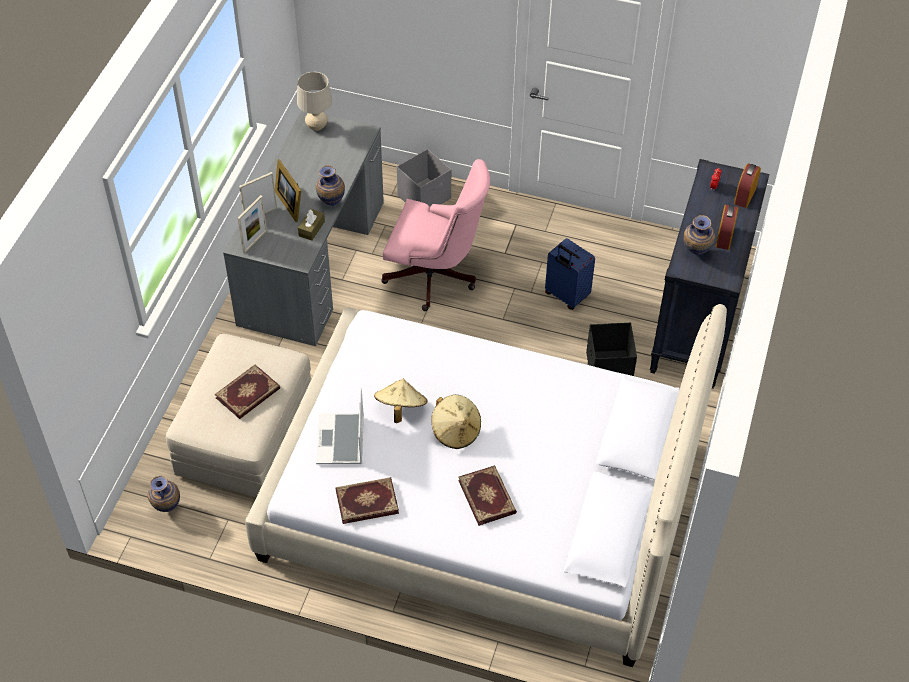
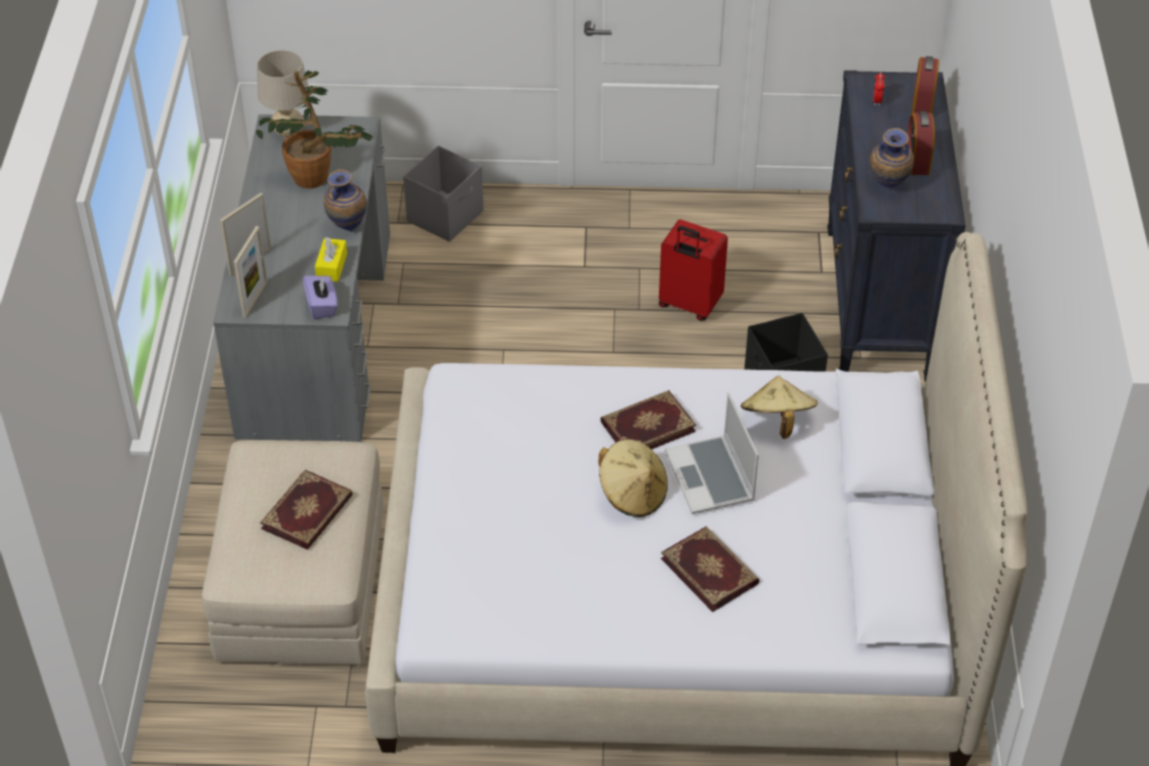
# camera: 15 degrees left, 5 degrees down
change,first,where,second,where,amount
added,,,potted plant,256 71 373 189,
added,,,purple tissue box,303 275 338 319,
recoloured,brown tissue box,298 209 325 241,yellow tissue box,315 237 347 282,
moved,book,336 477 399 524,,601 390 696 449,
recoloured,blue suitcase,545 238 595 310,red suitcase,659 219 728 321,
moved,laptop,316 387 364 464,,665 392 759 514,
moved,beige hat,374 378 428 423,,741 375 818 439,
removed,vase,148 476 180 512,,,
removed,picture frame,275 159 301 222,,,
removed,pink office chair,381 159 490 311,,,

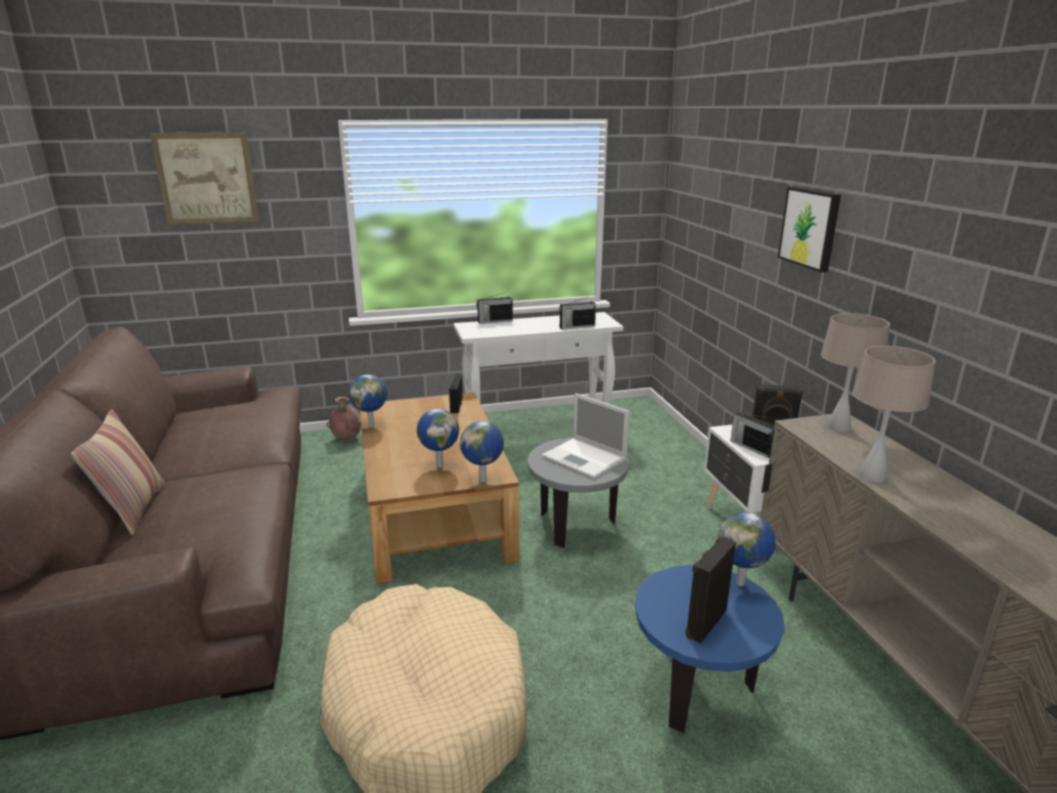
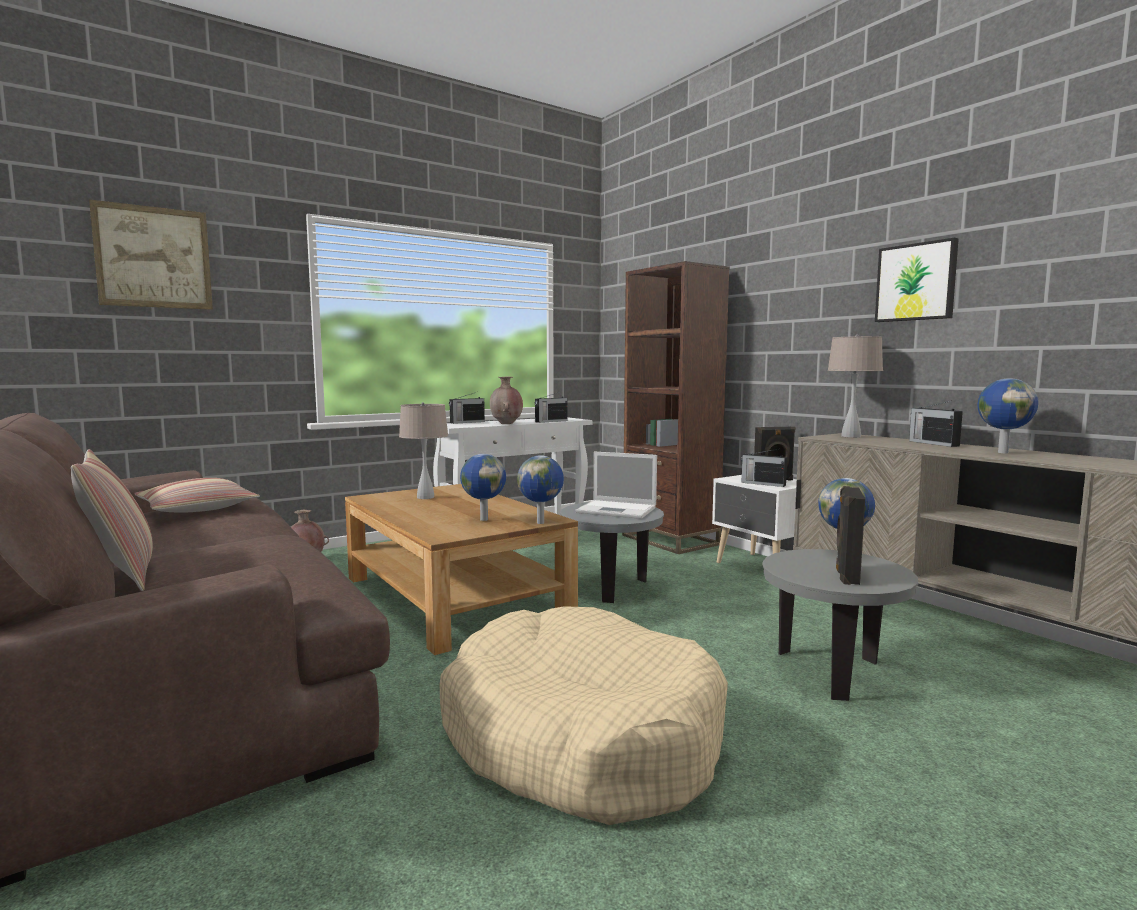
# camera: 20 degrees left, 15 degrees down
change,first,where,second,where,amount
added,,,pillow,134 478 260 513,
moved,beige table lamp,853 346 935 482,,399 402 448 499,
added,,,brown vase,490 377 523 424,
added,,,brown bookcase,622 261 730 554,
recoloured,blue side table,635 565 785 733,grey side table,762 549 918 701,
moved,picture,778 187 841 272,,875 238 959 322,
moved,radio,449 374 463 413,,909 400 963 447,
moved,globe,349 375 387 427,,978 378 1039 453,

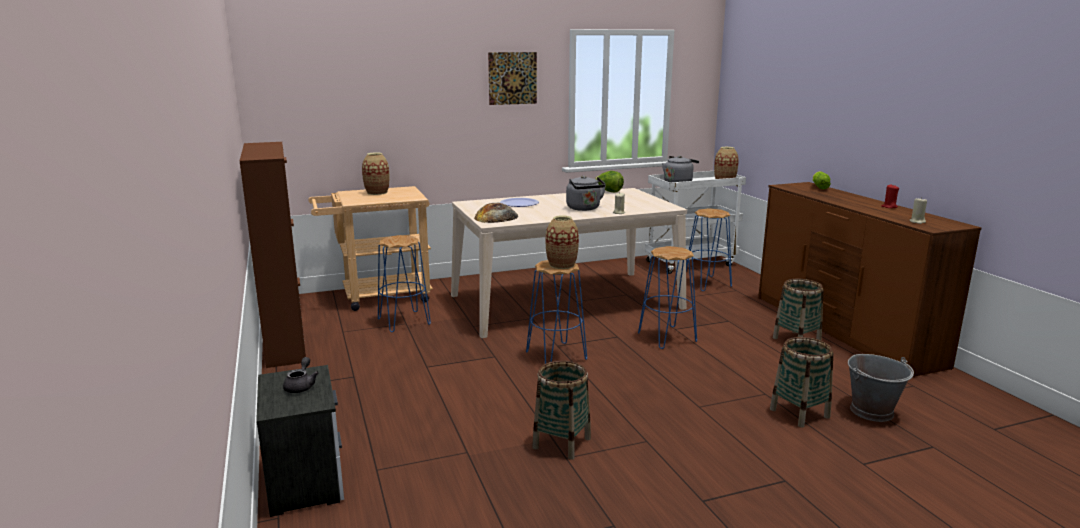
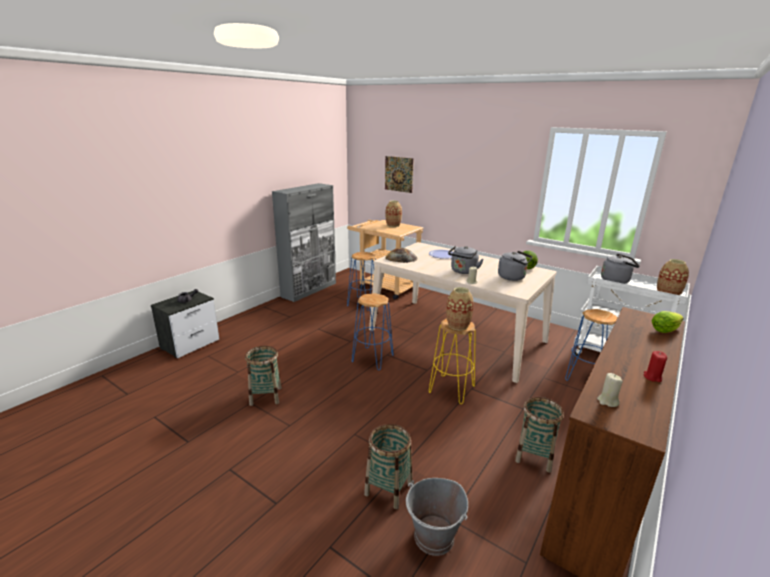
# camera: 55 degrees right, 5 degrees up
change,first,where,second,where,amount
recoloured,brown cabinet,240 142 306 368,grey cabinet,272 183 336 302,
moved,picture,488 52 537 105,,385 156 414 193,
recoloured,blue stool,638 246 697 349,yellow stool,429 318 476 404,
moved,vase,546 215 579 269,,446 287 474 330,
added,,,grey kettle,498 251 533 281,

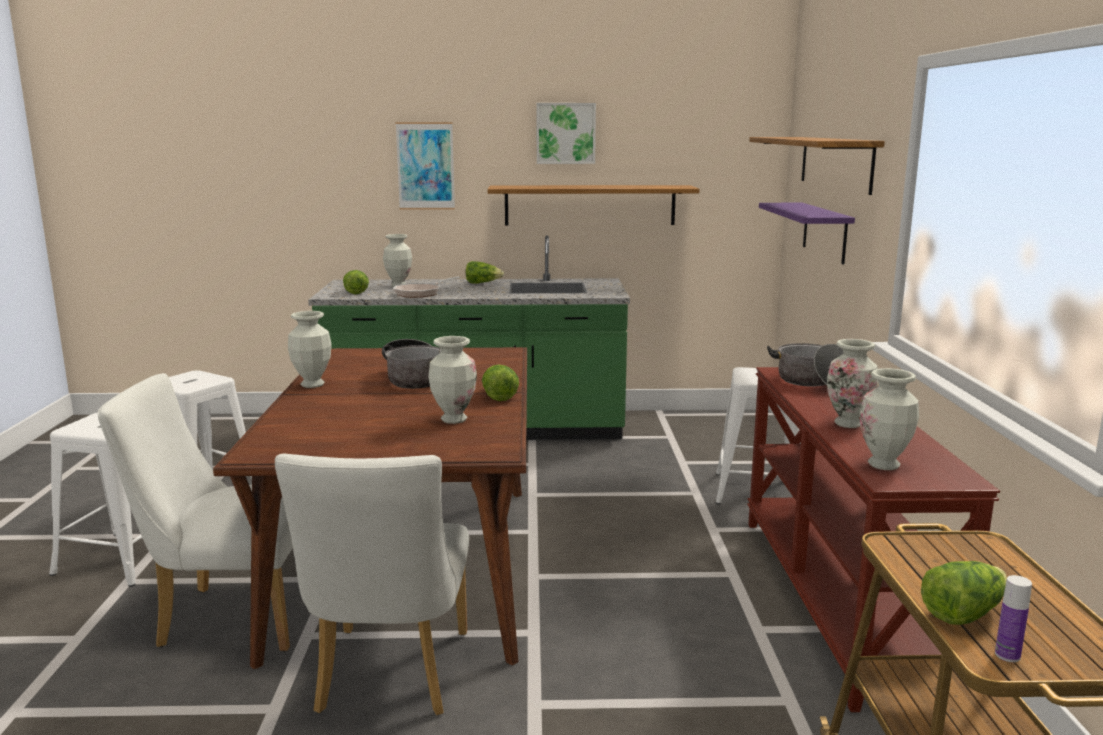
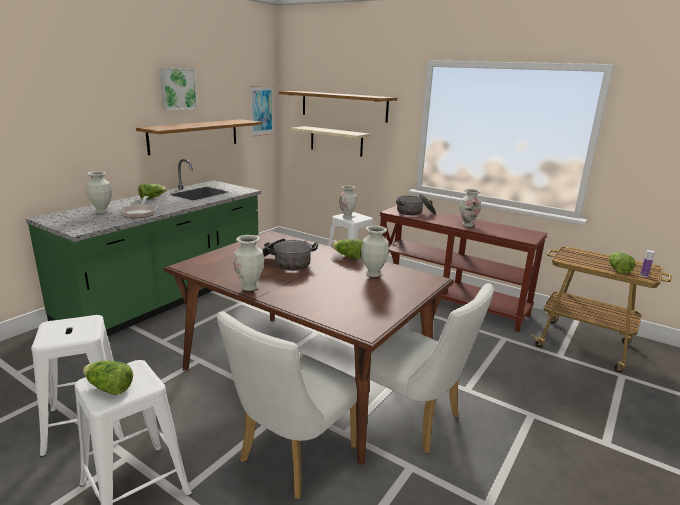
# camera: 55 degrees left, 5 degrees up
change,first,where,second,where,amount
moved,lettuce,343 270 369 294,,83 361 133 395,
moved,picture,396 122 455 210,,250 86 274 137,
recoloured,purple shelf,759 203 855 265,beige shelf,291 126 371 157,
moved,vase,860 368 919 470,,339 186 357 218,

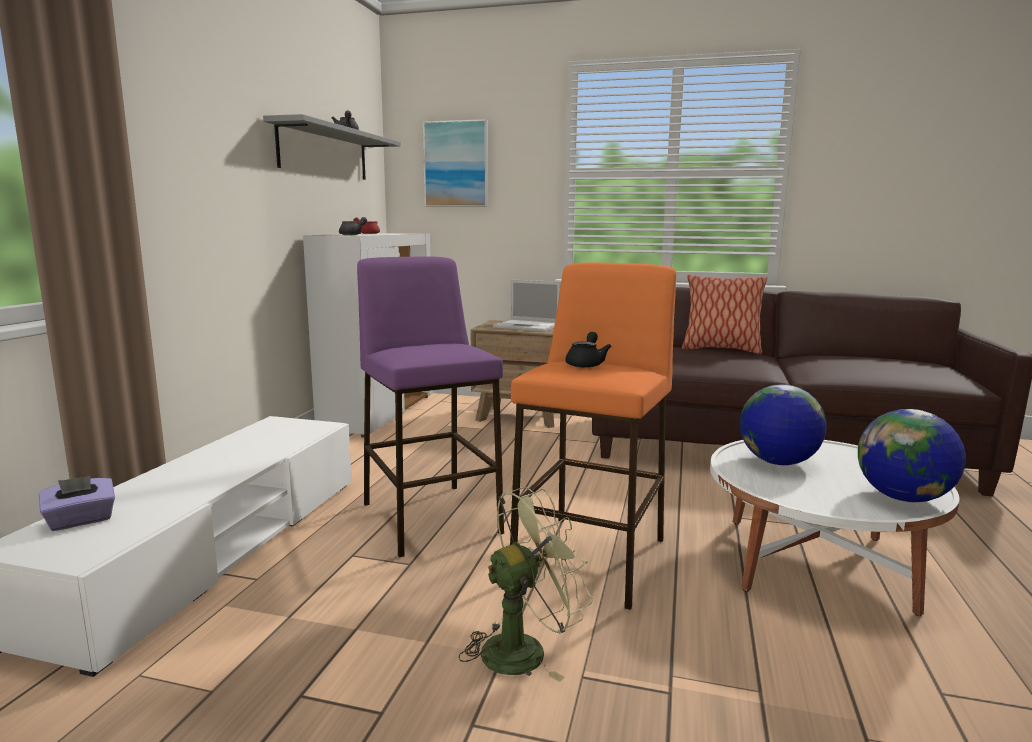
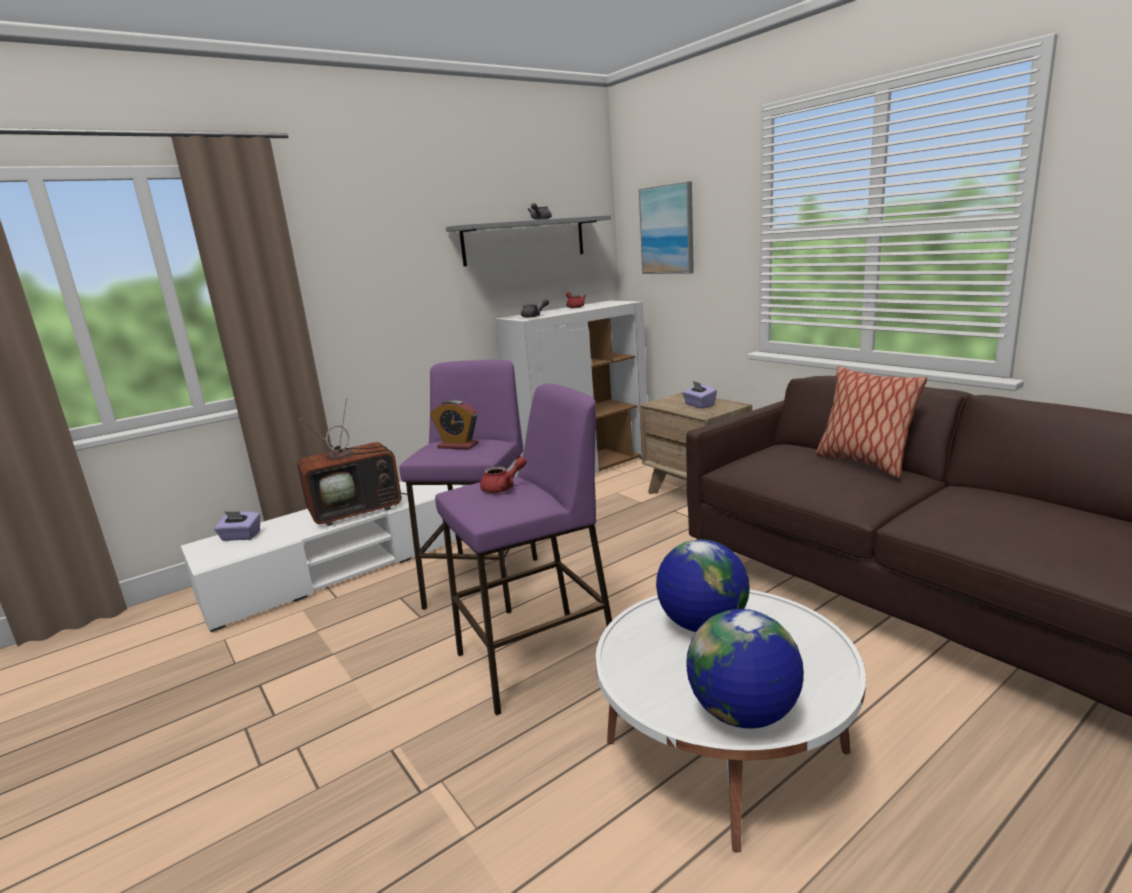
# camera: 40 degrees right, 5 degrees up
change,first,where,second,where,amount
added,,,television,297 398 408 526,
added,,,alarm clock,430 399 478 450,
recoloured,orange stool,510 262 676 610,purple stool,435 383 612 716,
recoloured,black teapot,566 332 612 368,red teapot,480 457 527 493,
replaced,laptop,493 279 561 332,purple tissue box,682 381 717 409,
removed,green fan,459 487 593 682,,,

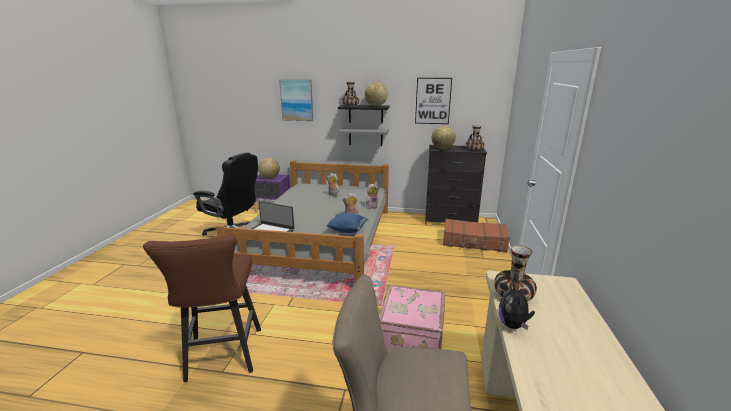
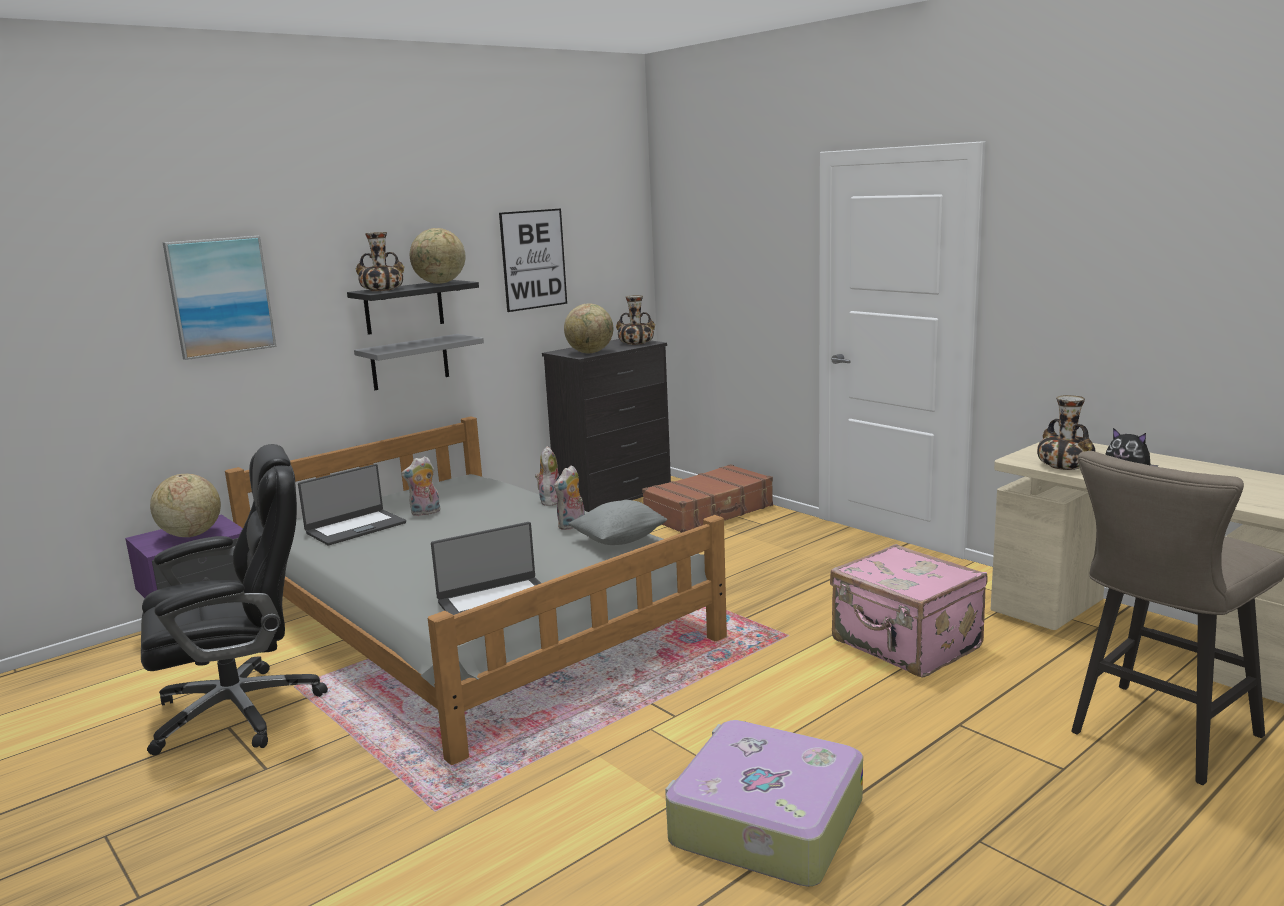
# camera: 50 degrees left, 5 degrees down
change,first,where,second,where,amount
added,,,laptop,298 464 406 546,
recoloured,blue pillow,326 213 369 233,grey pillow,568 500 667 545,
replaced,brown stool,143 234 261 382,suitcase,665 720 863 887,

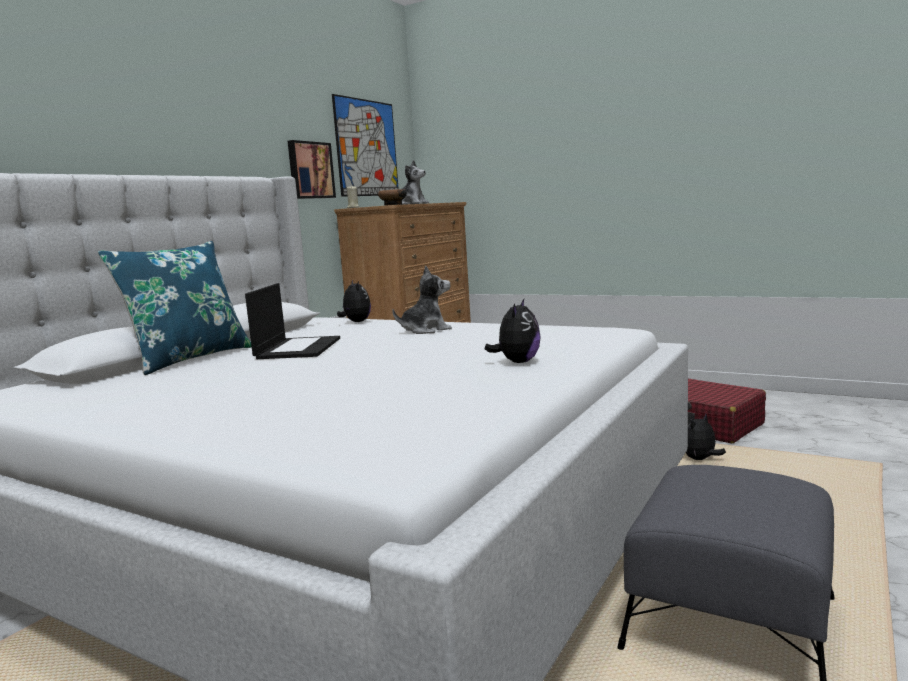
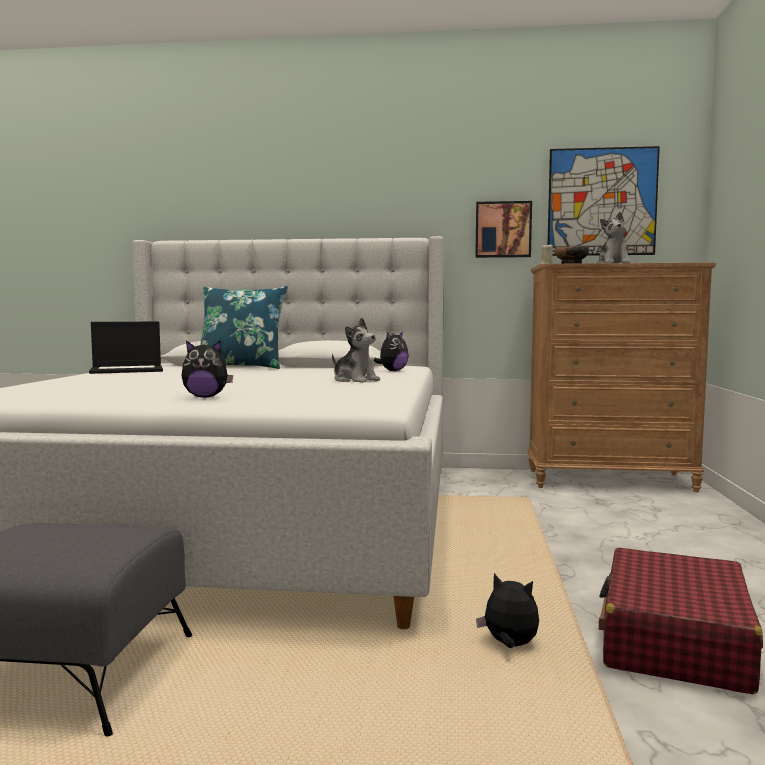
# camera: 65 degrees right, 5 degrees down
change,first,where,second,where,amount
moved,laptop,245 283 340 359,,89 322 163 374,

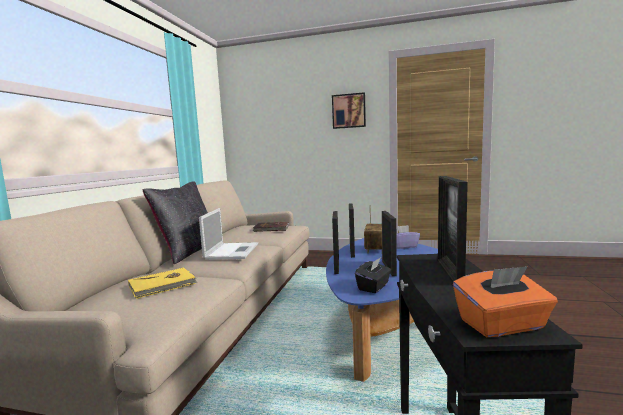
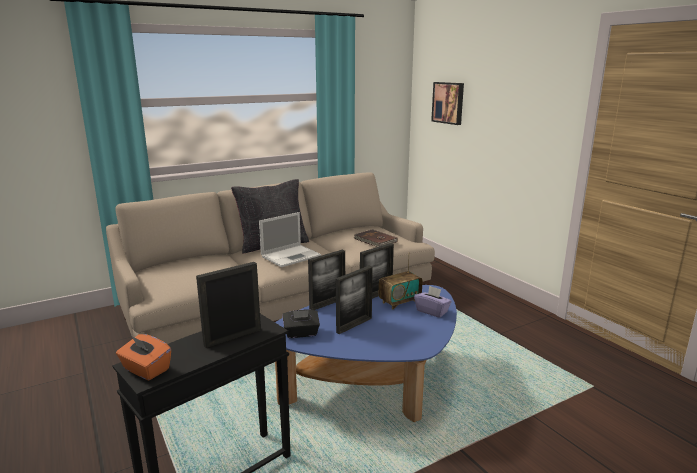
# camera: 45 degrees right, 10 degrees up
change,first,where,second,where,amount
moved,picture,332 92 366 129,,431 82 464 125,
removed,yellow book,128 268 197 299,,,

